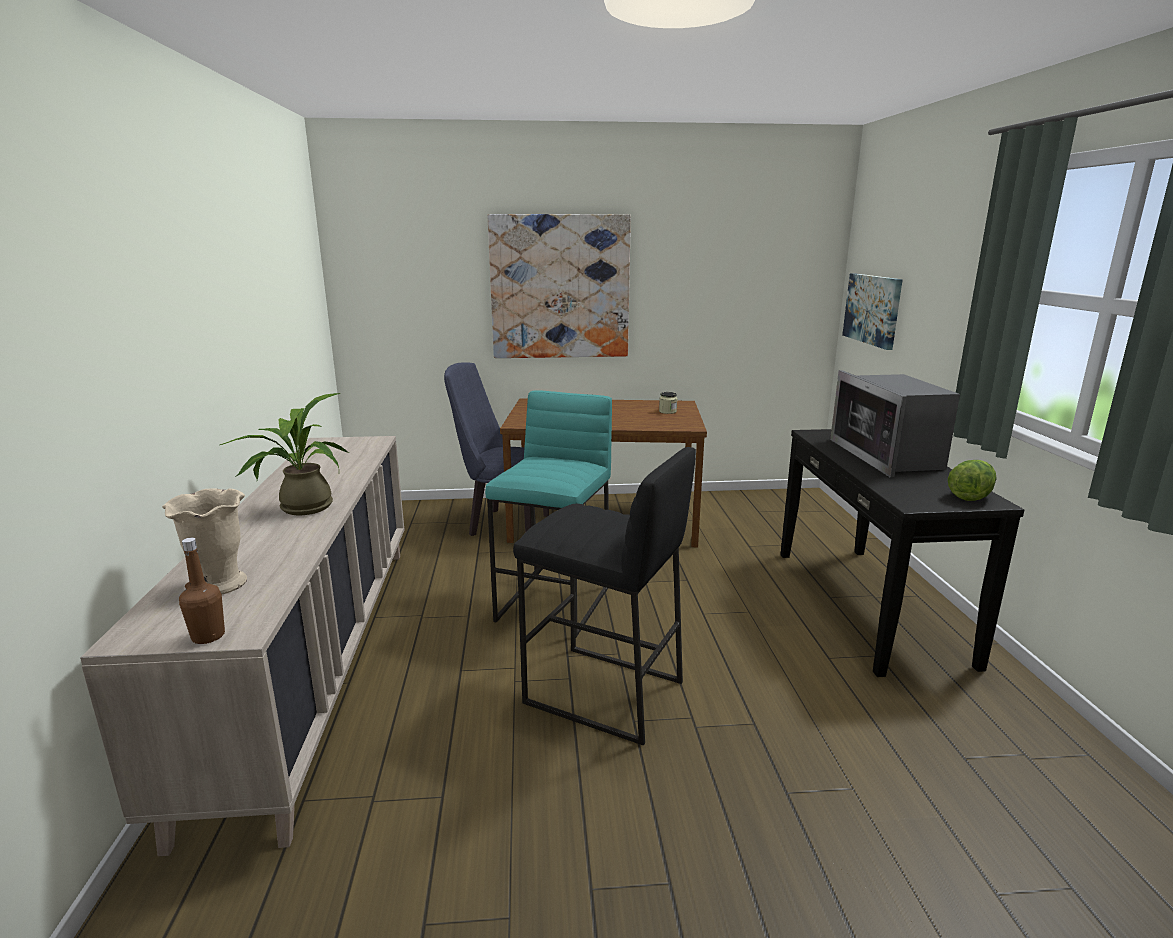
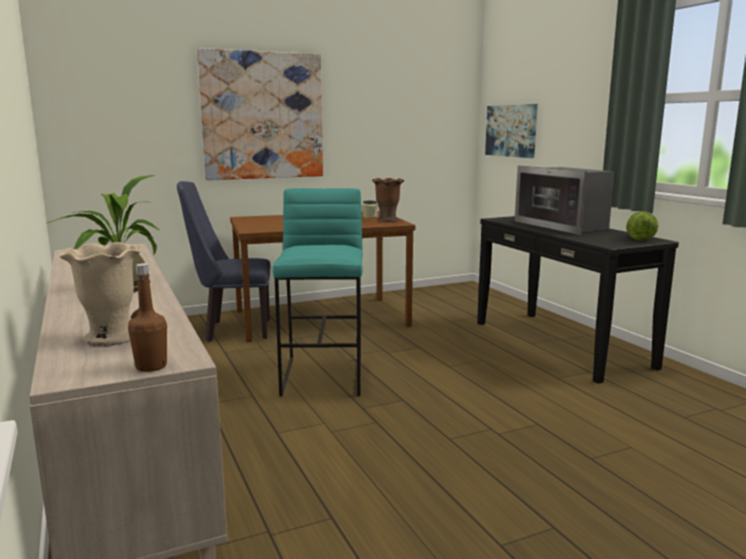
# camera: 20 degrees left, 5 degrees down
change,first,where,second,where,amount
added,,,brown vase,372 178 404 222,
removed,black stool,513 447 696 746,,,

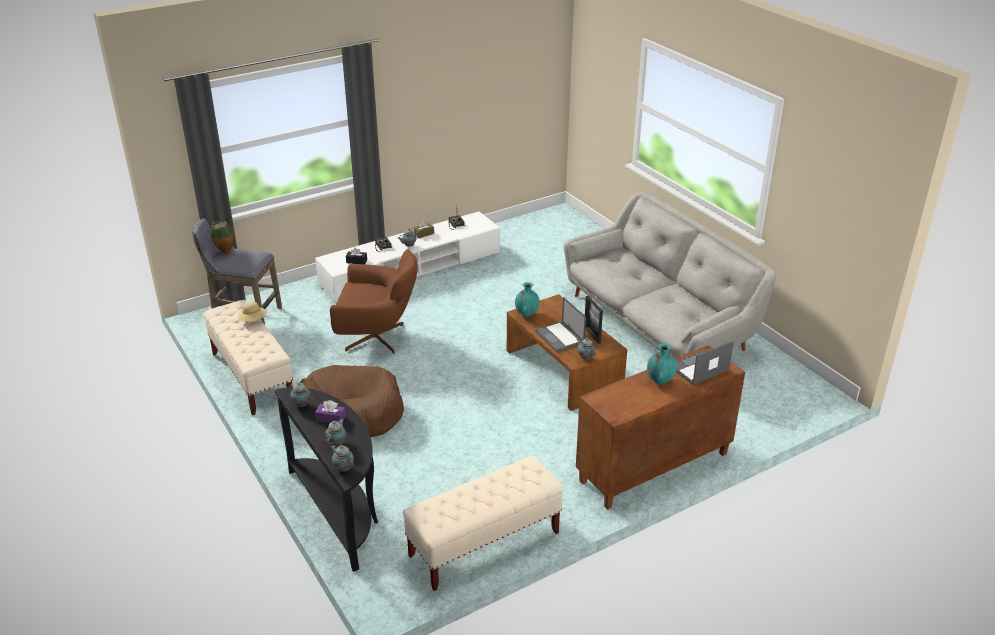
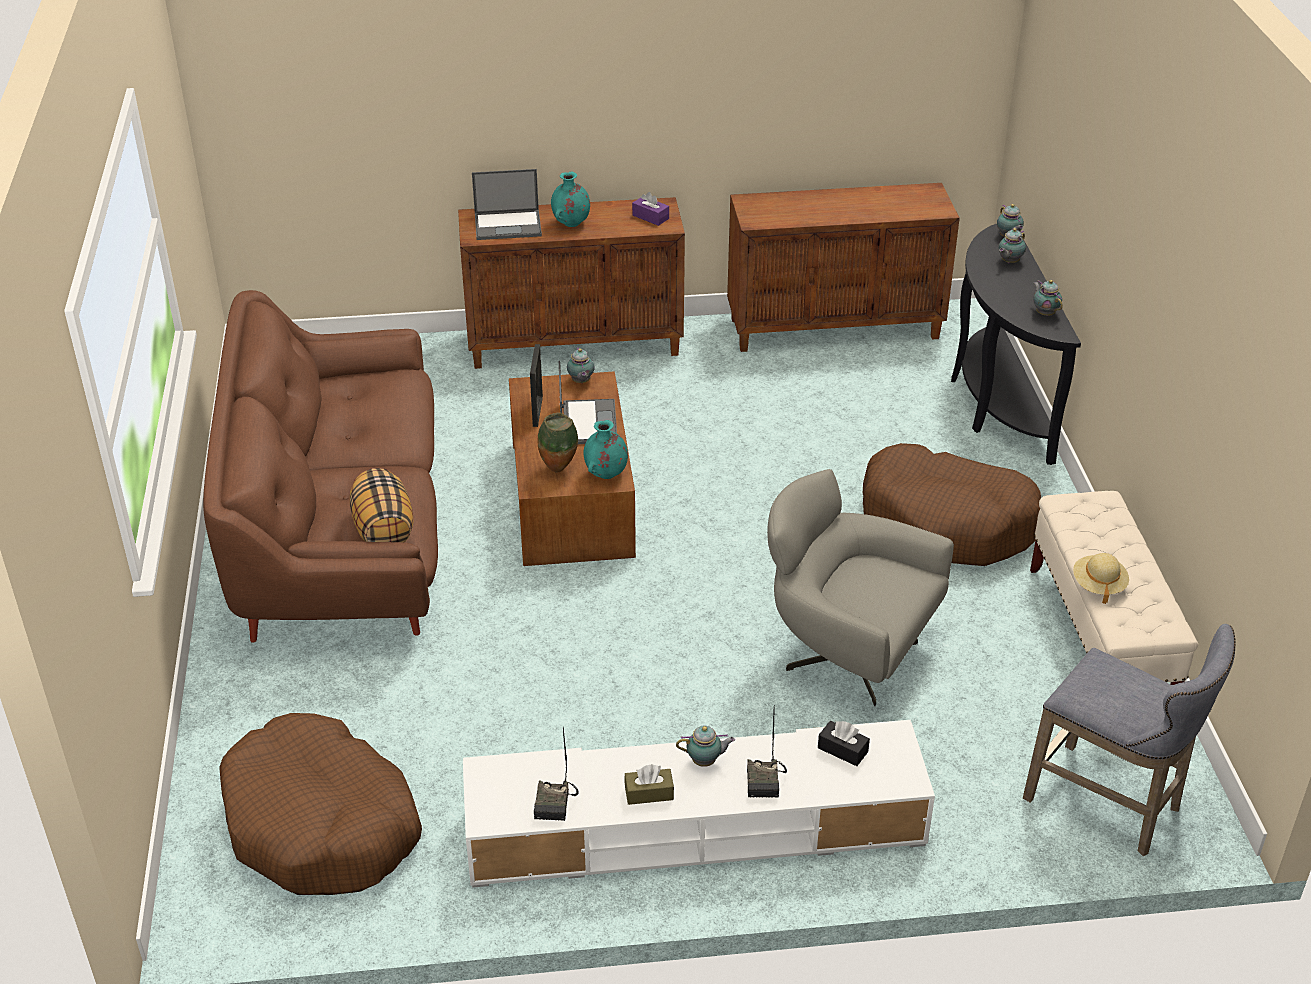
# camera: 155 degrees left, 5 degrees up
change,first,where,second,where,amount
recoloured,grey sofa,564 192 776 358,brown sofa,203 290 438 643,
added,,,brown dog bed,219 713 422 895,
added,,,pillow,350 468 414 543,
moved,vase,211 221 234 254,,538 412 578 472,
moved,purple tissue box,315 400 346 423,,632 192 669 226,
replaced,beige bench,403 456 563 591,brown cabinet,727 183 960 352,
recoloured,brown armchair,330 249 418 354,grey armchair,767 469 954 706,

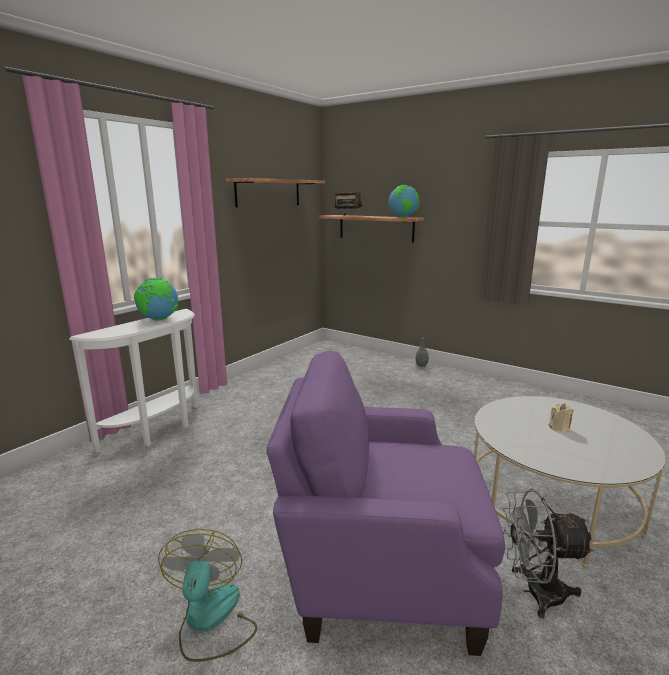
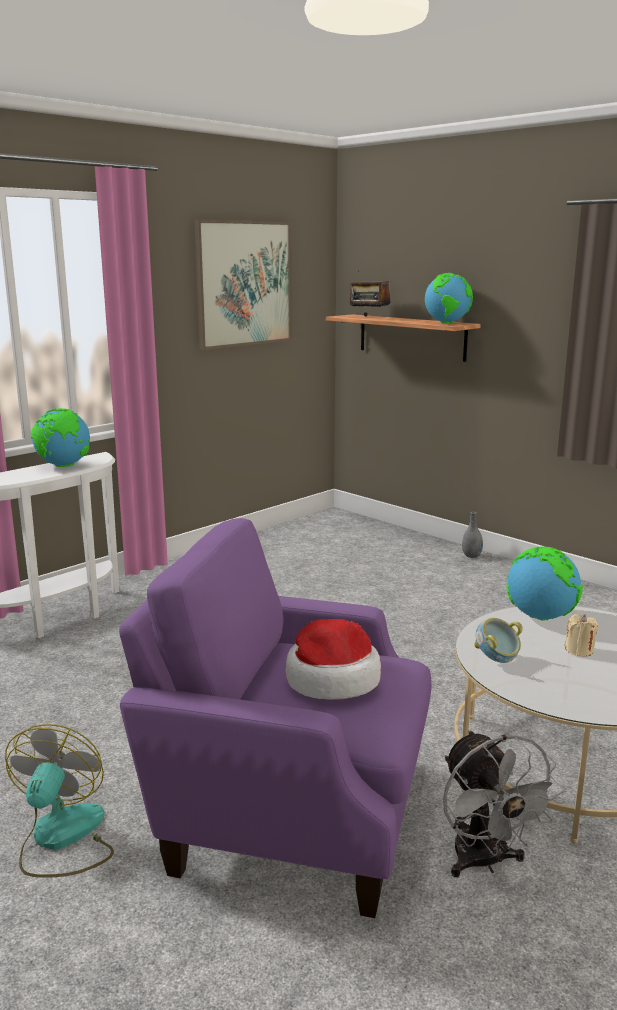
# camera: 10 degrees right, 0 degrees up
change,first,where,second,where,amount
replaced,shelf,226 178 325 208,picture,194 219 292 350,
added,,,hat,286 619 381 700,
turned,grey fan,502 489 594 618,,443 730 564 877,120 degrees counterclockwise
added,,,bowl,474 618 523 663,
added,,,globe,506 547 583 621,

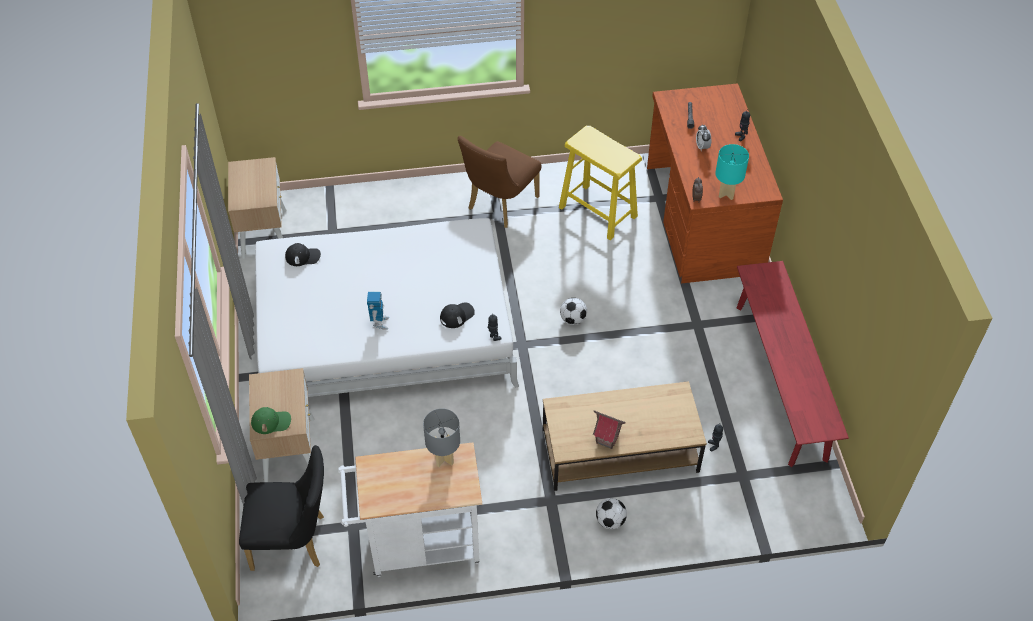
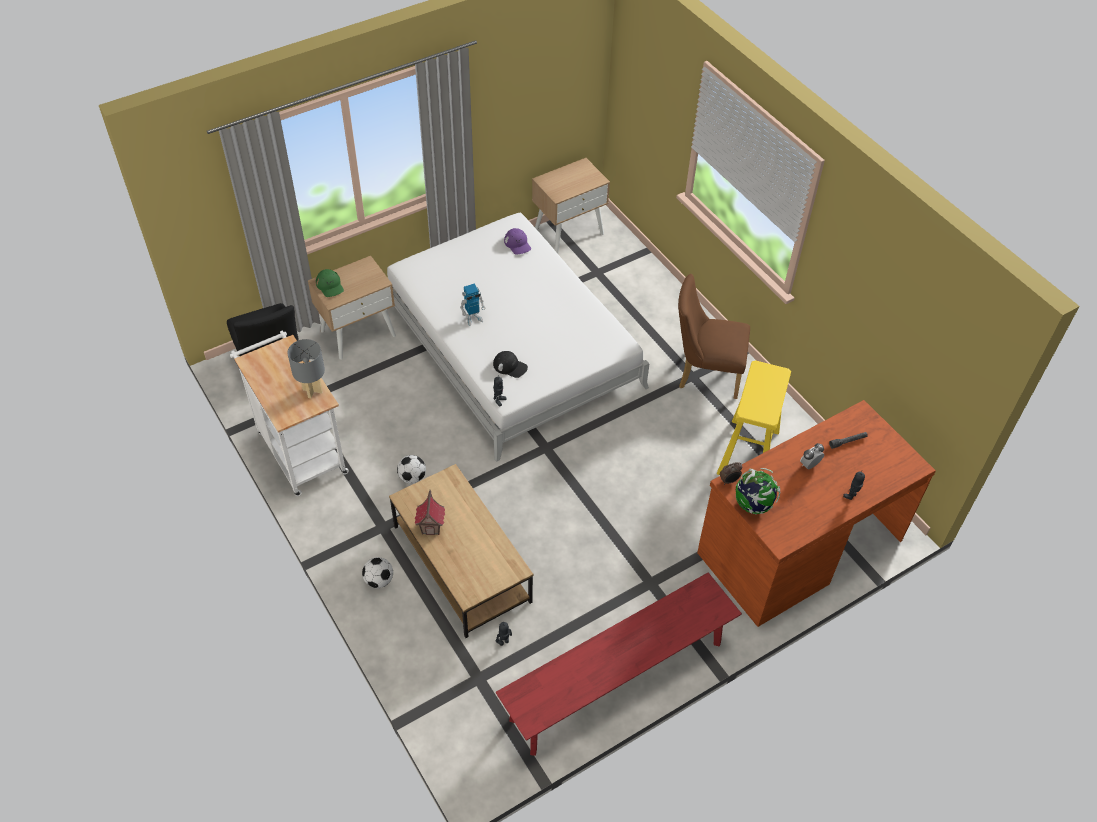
# camera: 65 degrees right, 0 degrees up
change,first,where,second,where,amount
moved,football,560 298 587 325,,397 455 426 484,
recoloured,black cap,285 243 321 266,purple cap,504 228 531 255,
replaced,turquoise table lamp,715 144 749 200,globe,736 468 780 515,

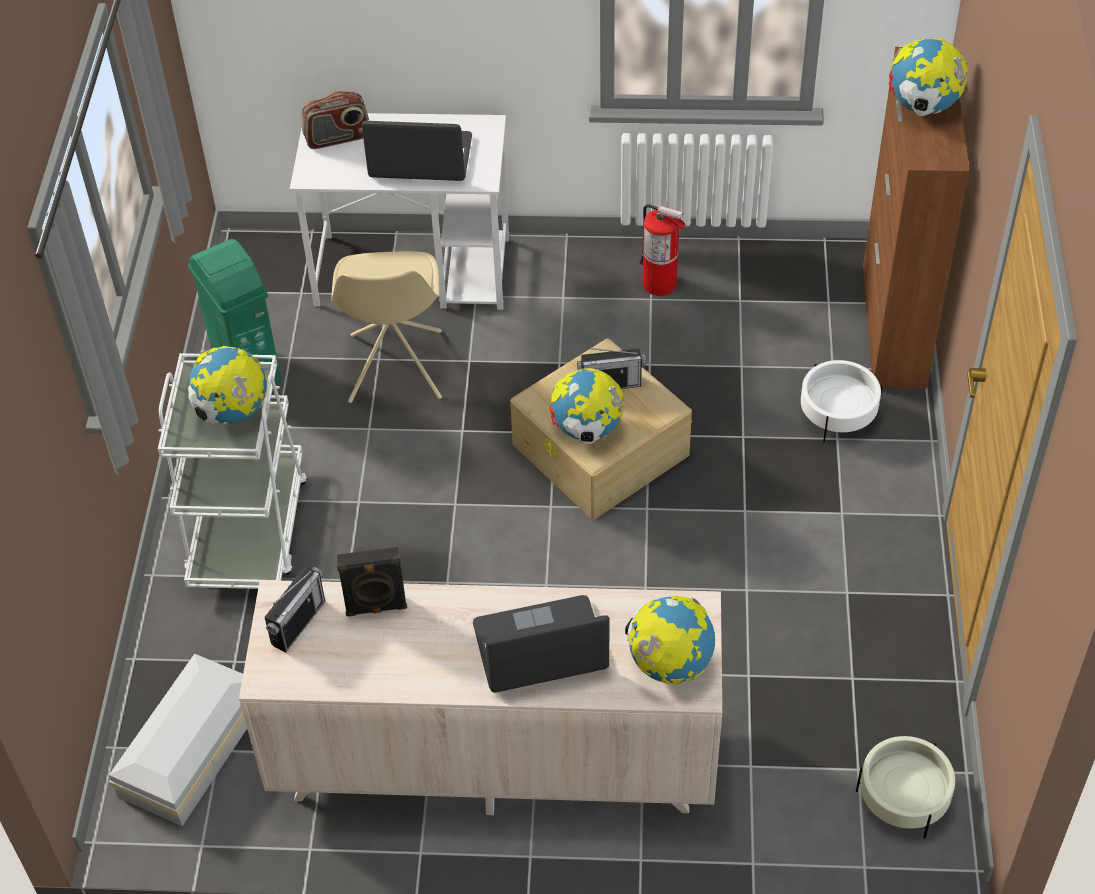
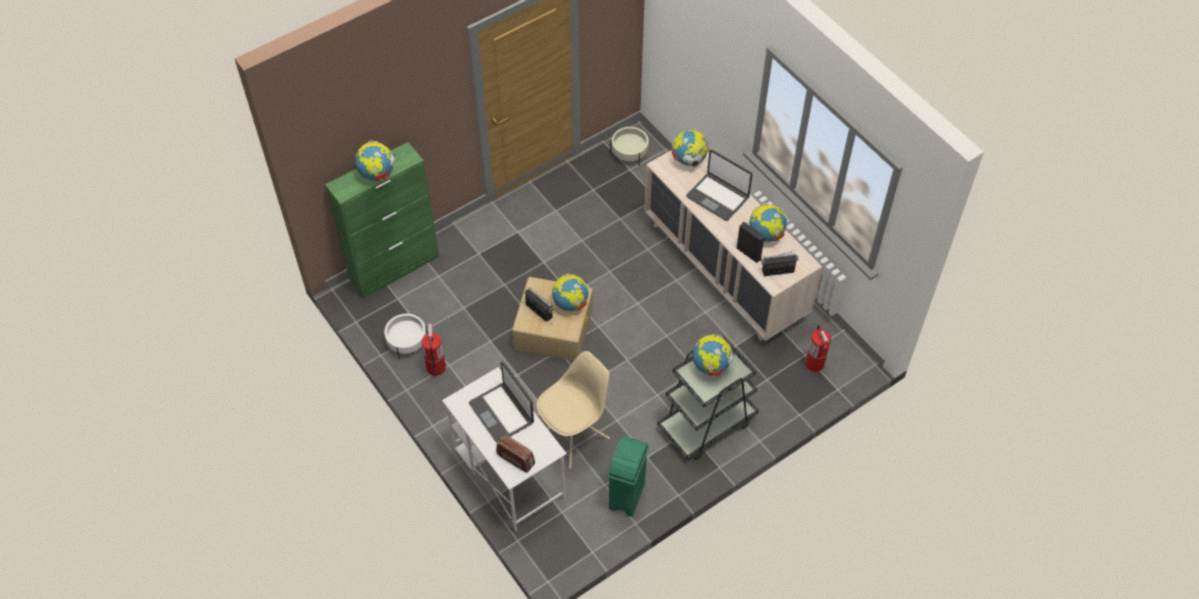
# camera: 130 degrees left, 5 degrees up
change,first,where,second,where,amount
recoloured,brown cabinet,863 47 970 389,green cabinet,325 142 439 298,
moved,white planter,801 360 883 443,,384 314 428 359,
recoloured,white cart,158 353 307 589,black cart,657 337 759 460,
added,,,globe,749 203 787 242,
replaced,white storage box,109 654 247 826,fire extinguisher,805 325 831 372,

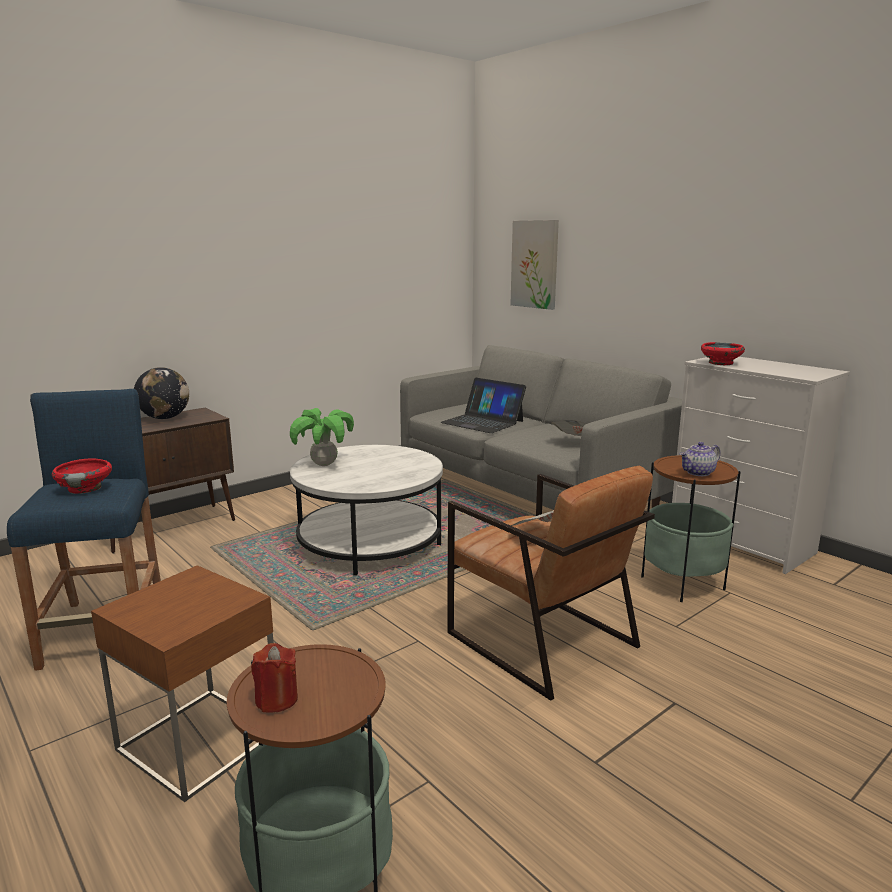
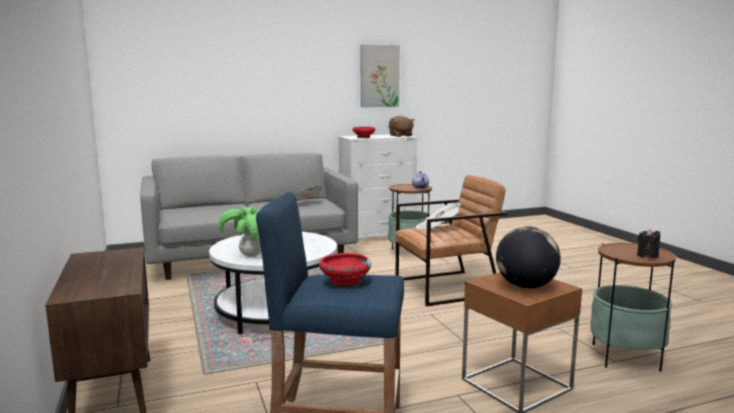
# camera: 70 degrees left, 5 degrees down
change,first,where,second,where,amount
moved,picture,511 220 559 310,,361 44 400 107,
added,,,brown plush toy,389 116 415 137,
moved,globe,134 367 189 419,,496 226 561 289,
recoloured,red candle,251 643 298 713,black candle,637 229 660 258,
removed,laptop,440 377 526 433,,,

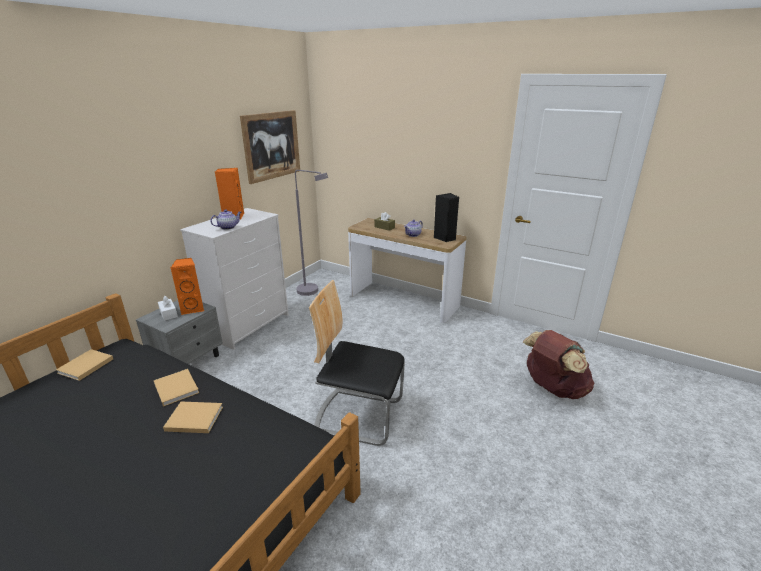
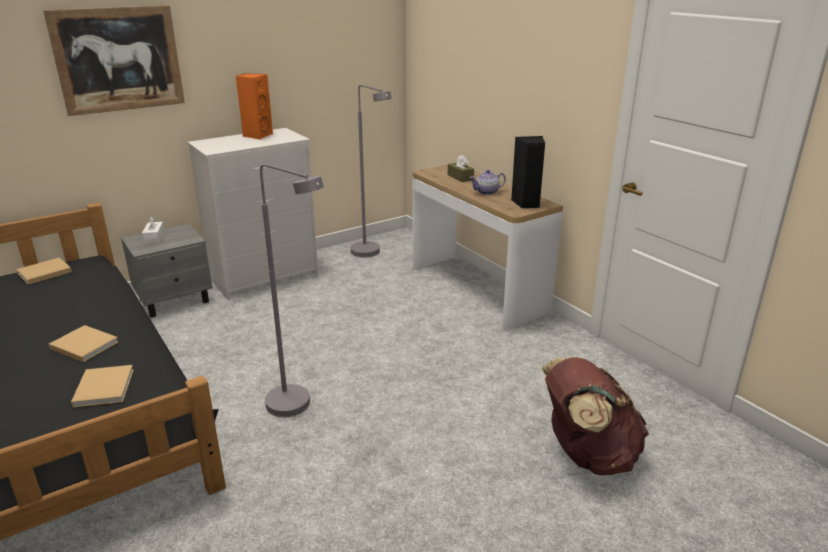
# camera: 25 degrees right, 0 degrees up
change,first,where,second,where,amount
moved,picture,240 110 300 184,,43 5 185 116,
moved,beige book,154 369 199 407,,71 365 134 408,
replaced,chair,309 280 405 446,grey floor lamp,260 164 324 417,
removed,orange speaker,170 258 204 315,,,
removed,teapot,210 209 241 230,,,

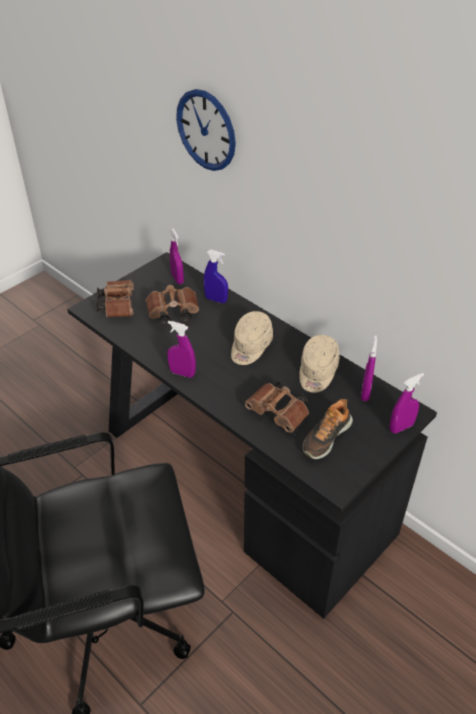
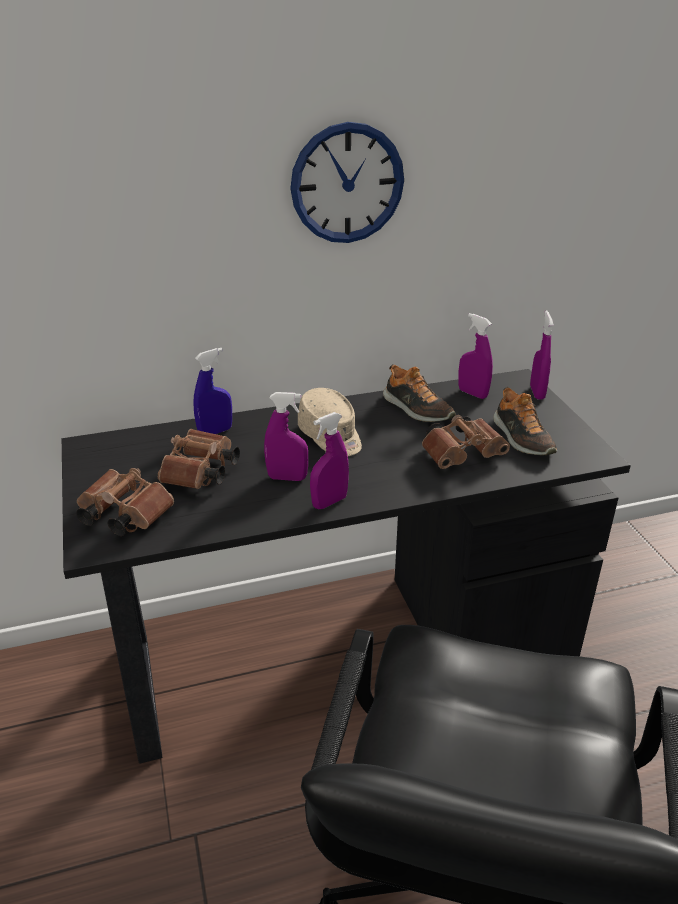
# camera: 60 degrees left, 10 degrees down
change,first,where,second,where,amount
moved,purple spray bottle,170 228 184 284,,264 392 308 481,
moved,wall clock,176 89 236 171,,290 122 404 243,
replaced,beige cap,299 335 340 393,shoe,383 364 456 422,

